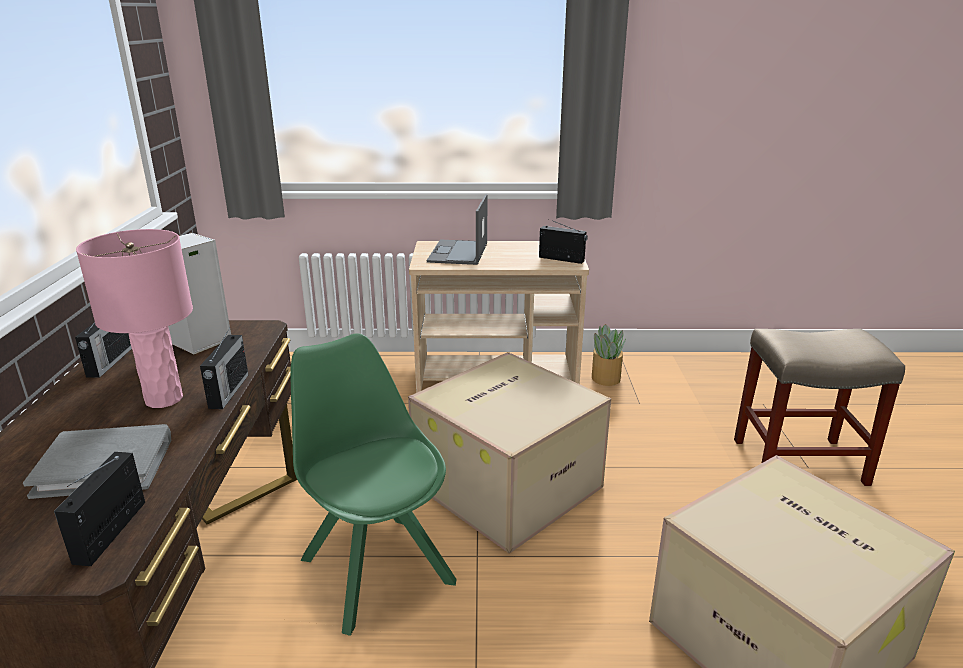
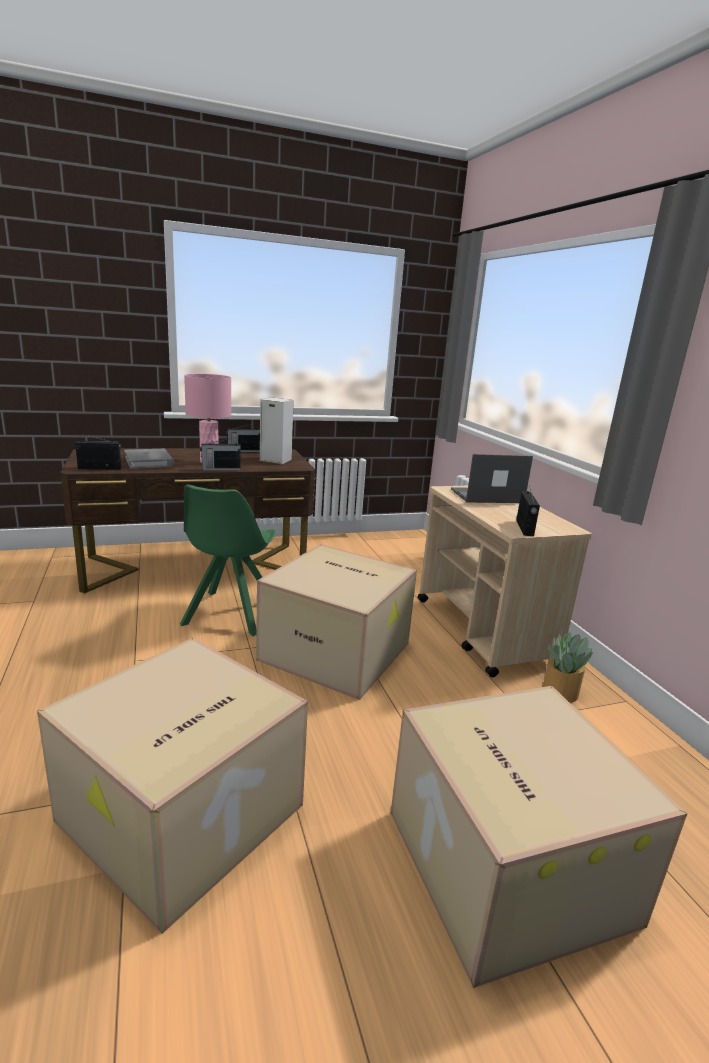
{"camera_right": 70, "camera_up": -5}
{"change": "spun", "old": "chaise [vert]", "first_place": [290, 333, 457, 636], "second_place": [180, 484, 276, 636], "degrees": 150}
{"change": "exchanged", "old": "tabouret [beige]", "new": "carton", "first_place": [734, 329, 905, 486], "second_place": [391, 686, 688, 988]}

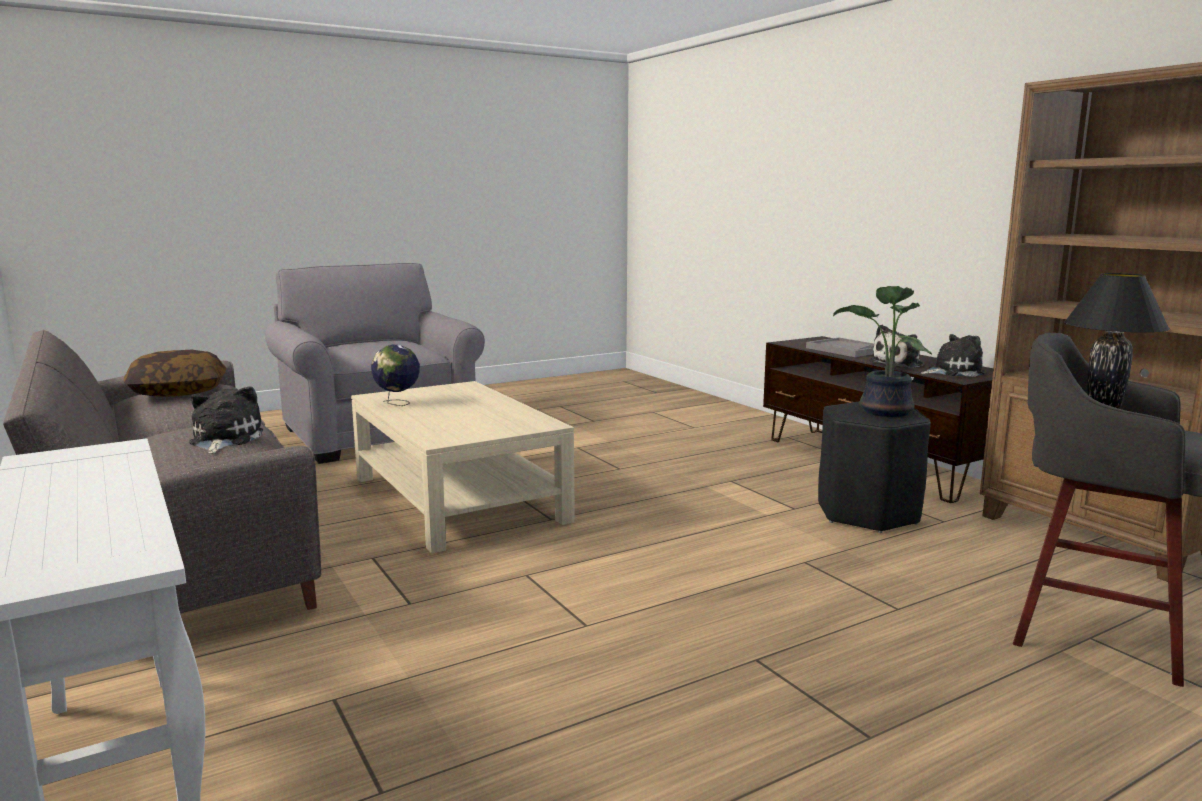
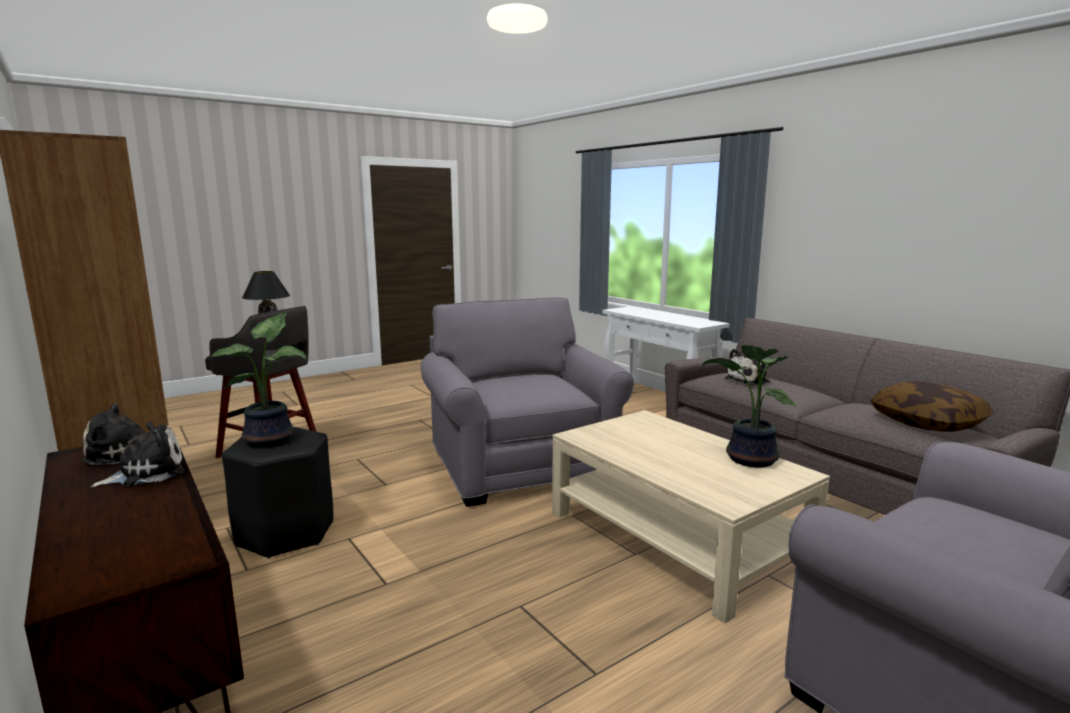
{"camera_right": 175, "camera_up": 0}
{"change": "appeared", "new": "fauteuil [gris]", "second_place": [421, 297, 634, 507]}
{"change": "exchanged", "old": "globe", "new": "plante en pot", "first_place": [371, 345, 420, 406], "second_place": [702, 345, 797, 468]}
{"change": "spun", "old": "peluche", "first_place": [189, 386, 263, 453], "second_place": [725, 349, 770, 385], "degrees": 60}
{"change": "missing", "old": "plateau [gris]", "first_place": [806, 337, 874, 357]}

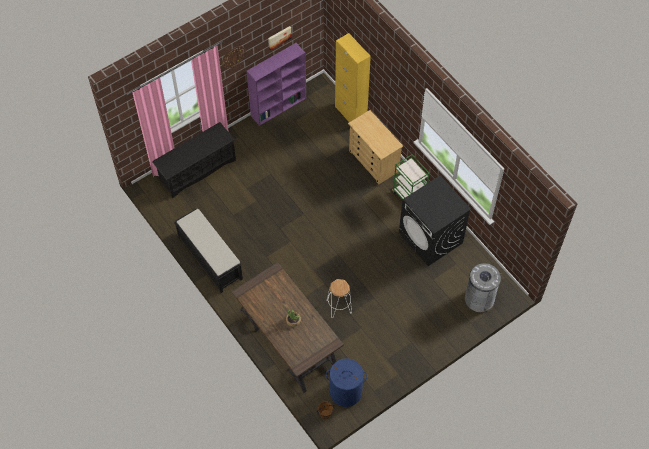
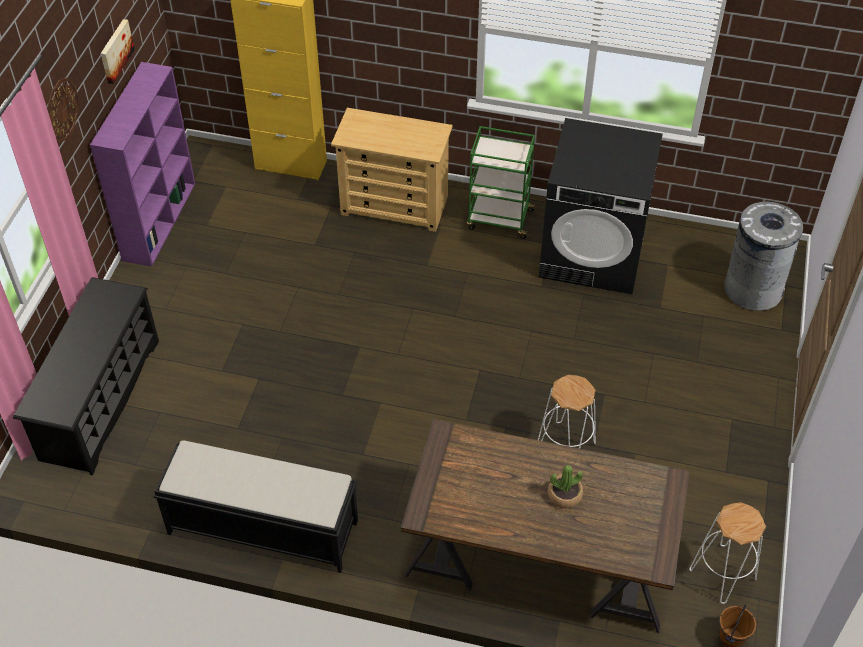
{"camera_right": -40, "camera_up": -10}
{"change": "exchanged", "old": "panier à linge [bleu]", "new": "tabouret [blanc]", "first_place": [326, 358, 368, 407], "second_place": [689, 502, 766, 604]}

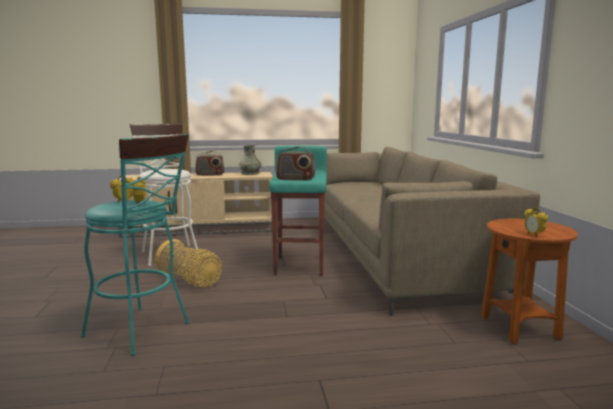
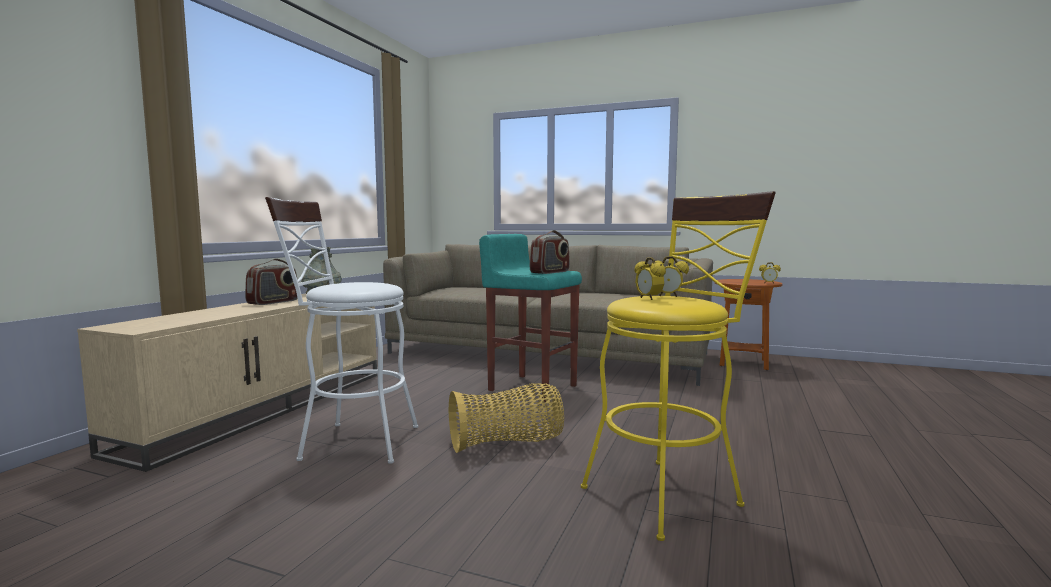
{"camera_right": -60, "camera_up": -5}
{"change": "colour", "old": "tabouret [turquoise]", "new": "tabouret [jaune]", "first_place": [81, 134, 190, 356], "second_place": [581, 191, 776, 541]}

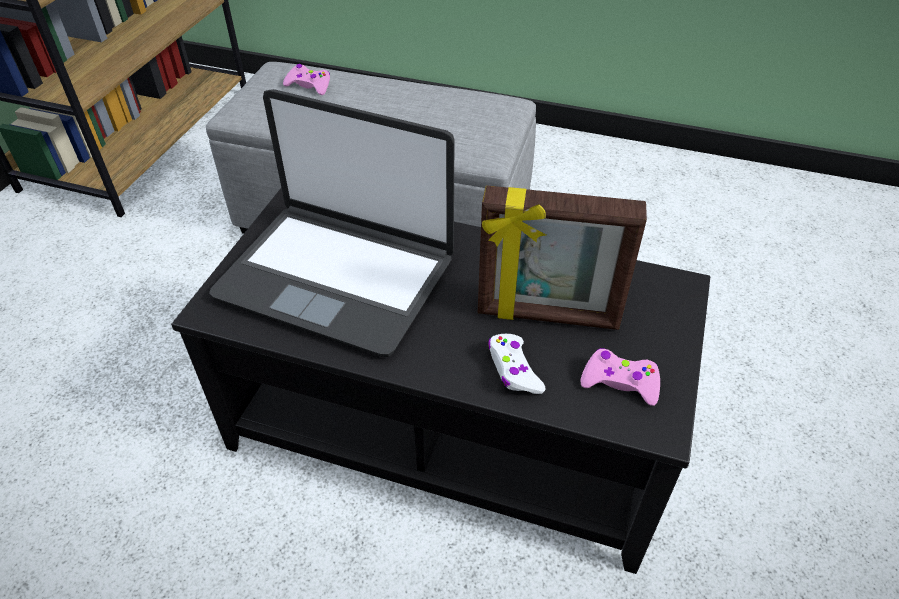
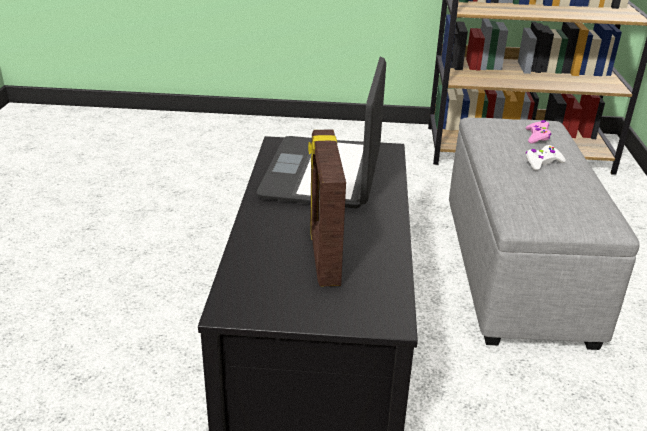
{"camera_right": 75, "camera_up": -15}
{"change": "relocated", "old": "manette [blanc]", "first_place": [488, 334, 546, 394], "second_place": [526, 145, 566, 171]}
{"change": "missing", "old": "manette [rose]", "first_place": [580, 348, 660, 406]}

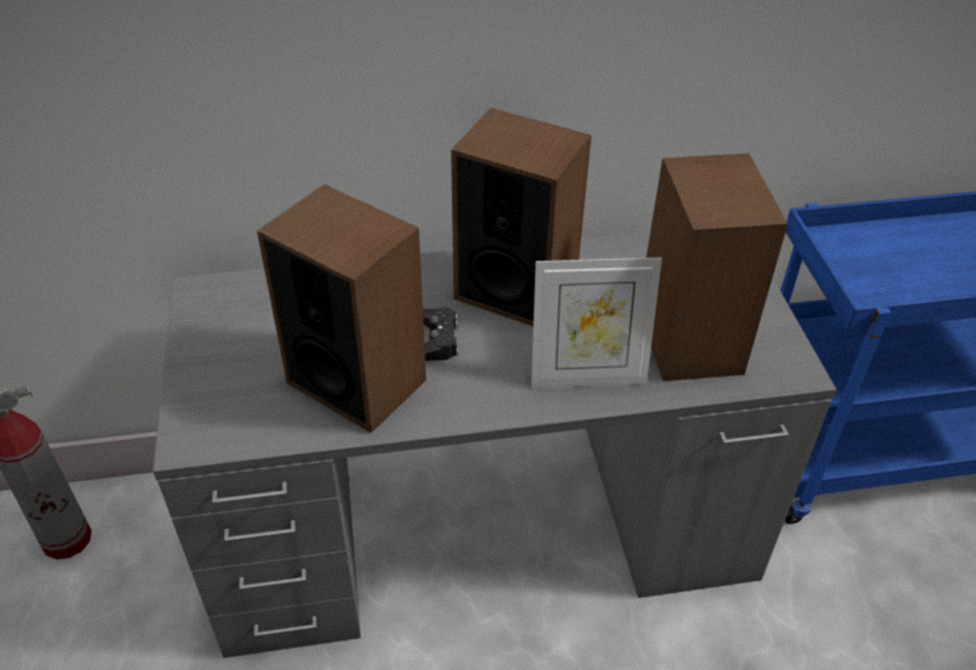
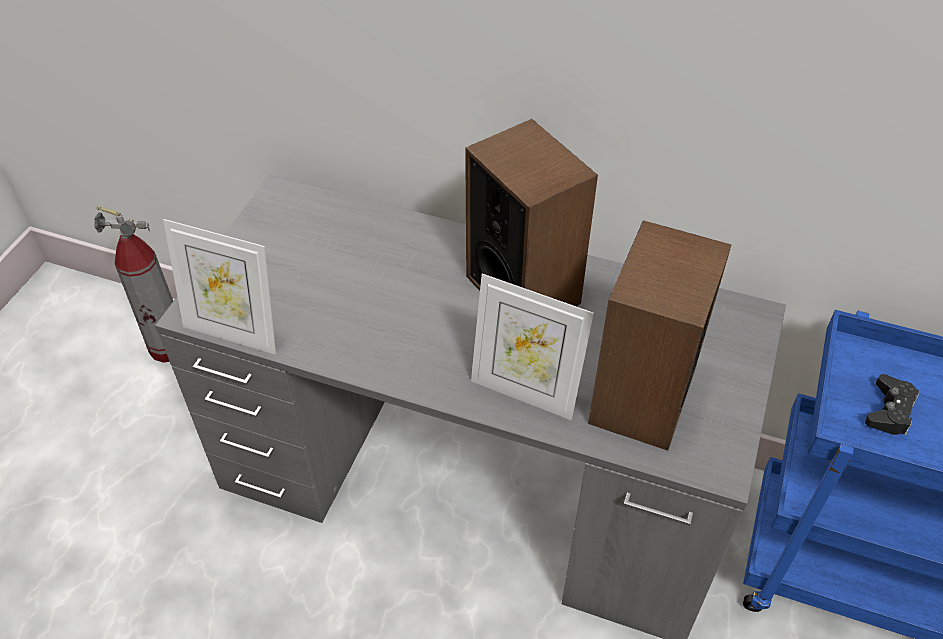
{"camera_right": 30, "camera_up": 5}
{"change": "appeared", "new": "cadre photo", "second_place": [163, 219, 276, 355]}
{"change": "relocated", "old": "manette [noir]", "first_place": [423, 307, 459, 361], "second_place": [865, 374, 919, 435]}
{"change": "missing", "old": "enceinte", "first_place": [257, 184, 426, 433]}

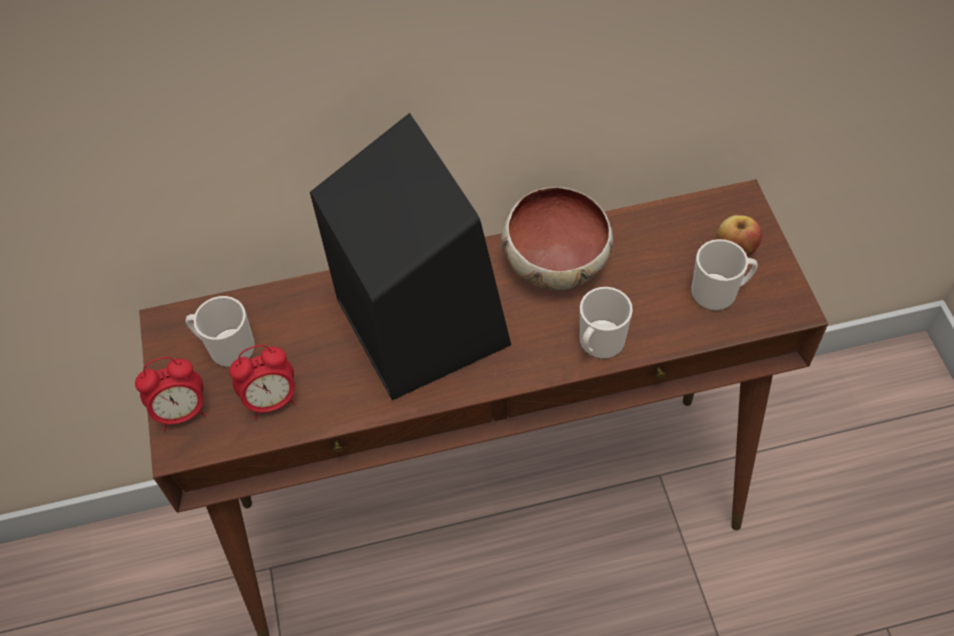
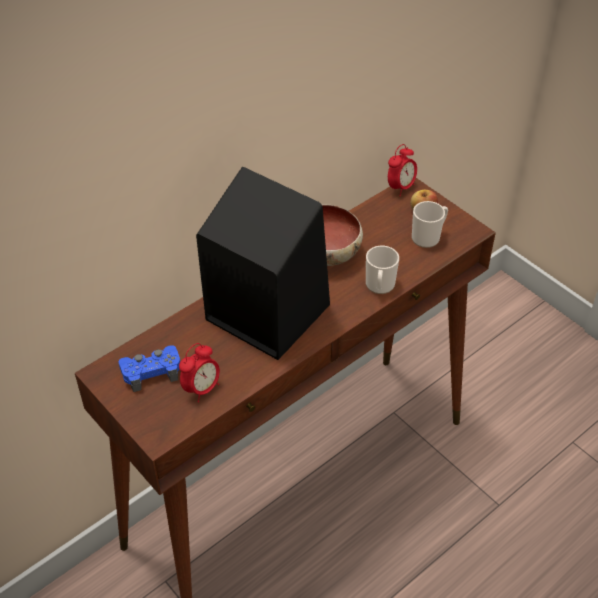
{"camera_right": -30, "camera_up": -10}
{"change": "exchanged", "old": "mug", "new": "manette [bleu]", "first_place": [186, 296, 255, 367], "second_place": [118, 345, 180, 392]}
{"change": "relocated", "old": "réveil", "first_place": [135, 357, 206, 431], "second_place": [388, 144, 417, 197]}

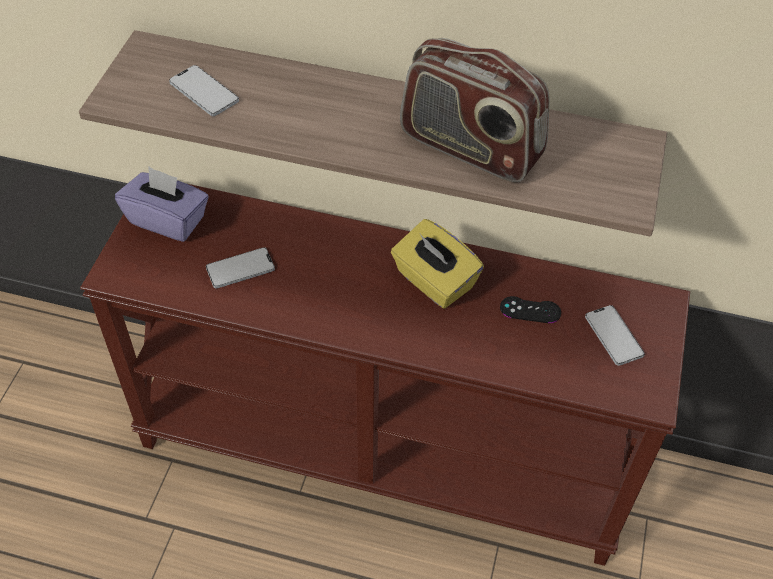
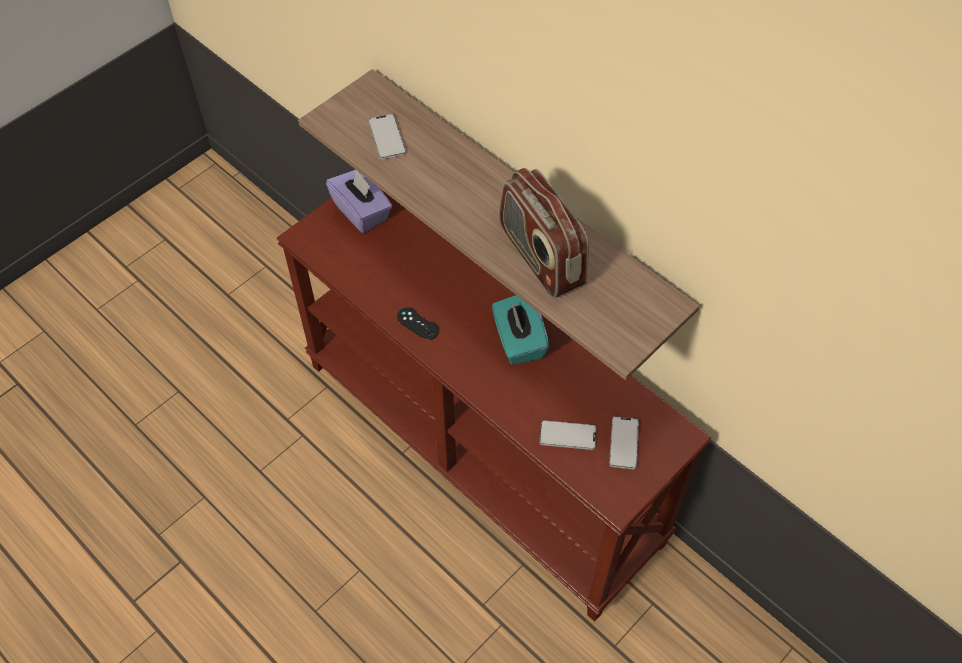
{"camera_right": 30, "camera_up": 5}
{"change": "relocated", "old": "manette [noir]", "first_place": [500, 296, 561, 323], "second_place": [397, 307, 439, 340]}
{"change": "colour", "old": "boîte à mouchoirs [jaune]", "new": "boîte à mouchoirs [turquoise]", "first_place": [391, 219, 484, 308], "second_place": [492, 295, 549, 365]}
{"change": "relocated", "old": "téléphone", "first_place": [206, 247, 275, 288], "second_place": [539, 420, 596, 450]}

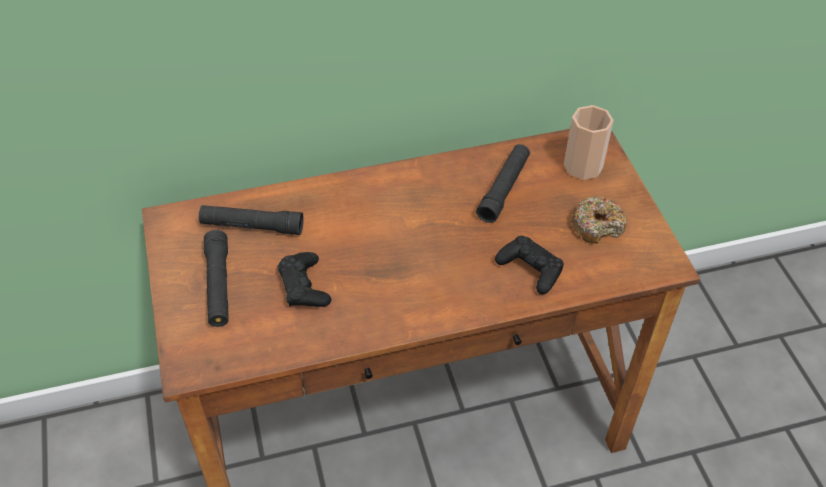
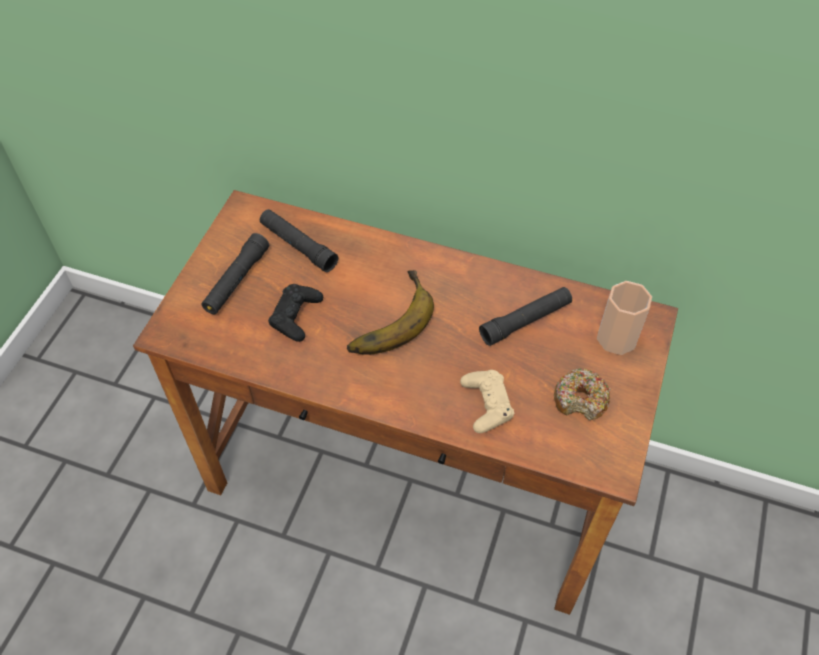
{"camera_right": 35, "camera_up": 5}
{"change": "appeared", "new": "banane", "second_place": [347, 270, 434, 355]}
{"change": "colour", "old": "manette [noir]", "new": "manette [beige]", "first_place": [495, 236, 564, 294], "second_place": [460, 370, 514, 433]}

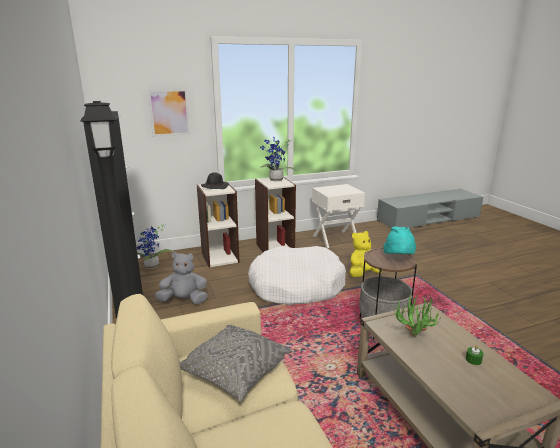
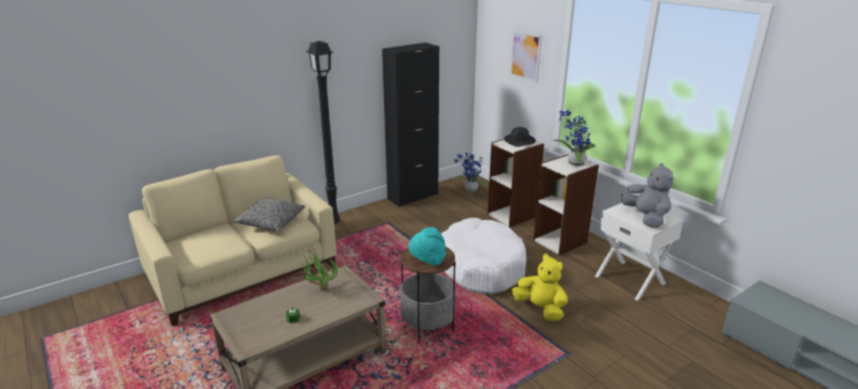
{"camera_right": 75, "camera_up": 5}
{"change": "relocated", "old": "peluche [gris]", "first_place": [155, 252, 208, 304], "second_place": [621, 163, 673, 228]}

